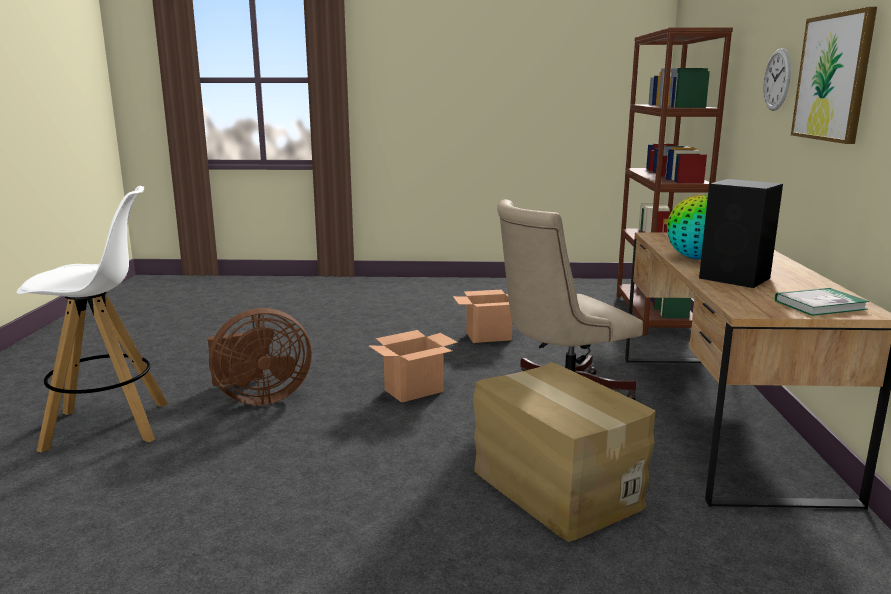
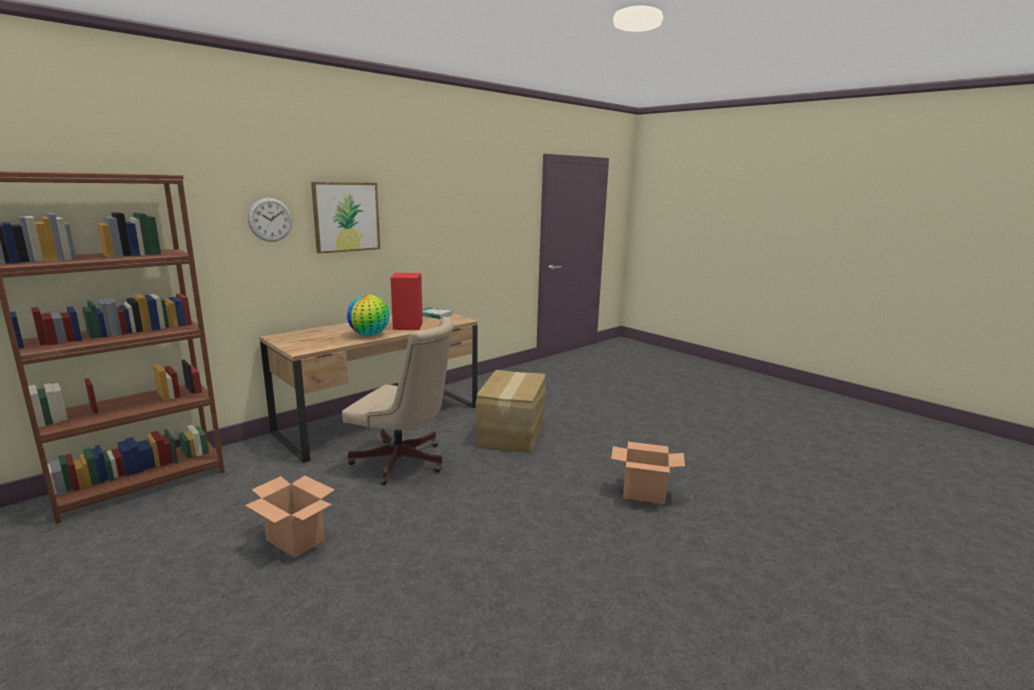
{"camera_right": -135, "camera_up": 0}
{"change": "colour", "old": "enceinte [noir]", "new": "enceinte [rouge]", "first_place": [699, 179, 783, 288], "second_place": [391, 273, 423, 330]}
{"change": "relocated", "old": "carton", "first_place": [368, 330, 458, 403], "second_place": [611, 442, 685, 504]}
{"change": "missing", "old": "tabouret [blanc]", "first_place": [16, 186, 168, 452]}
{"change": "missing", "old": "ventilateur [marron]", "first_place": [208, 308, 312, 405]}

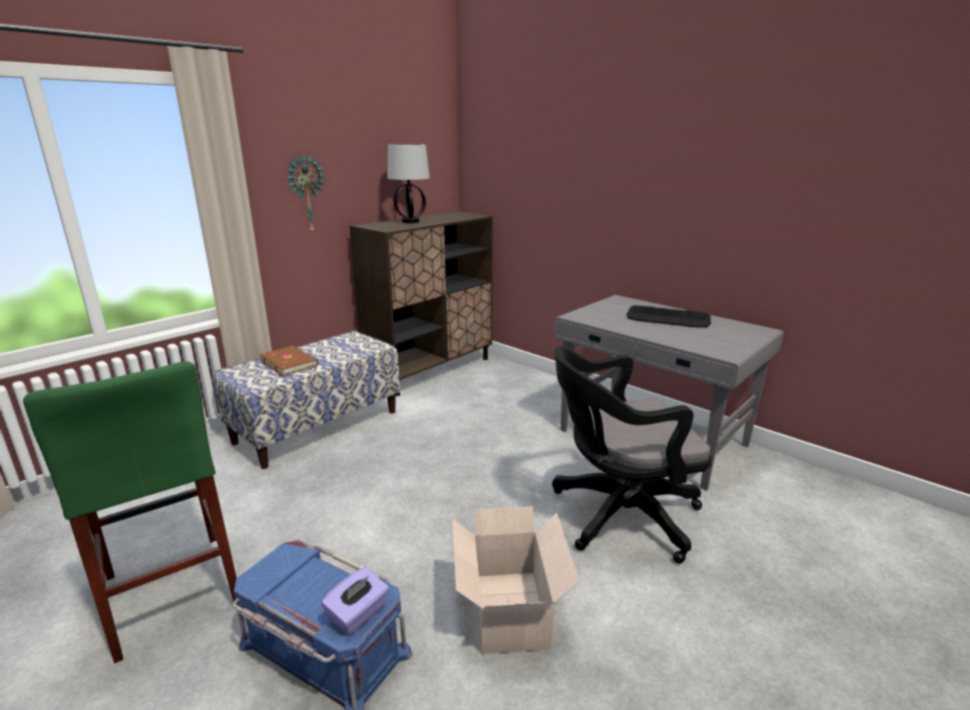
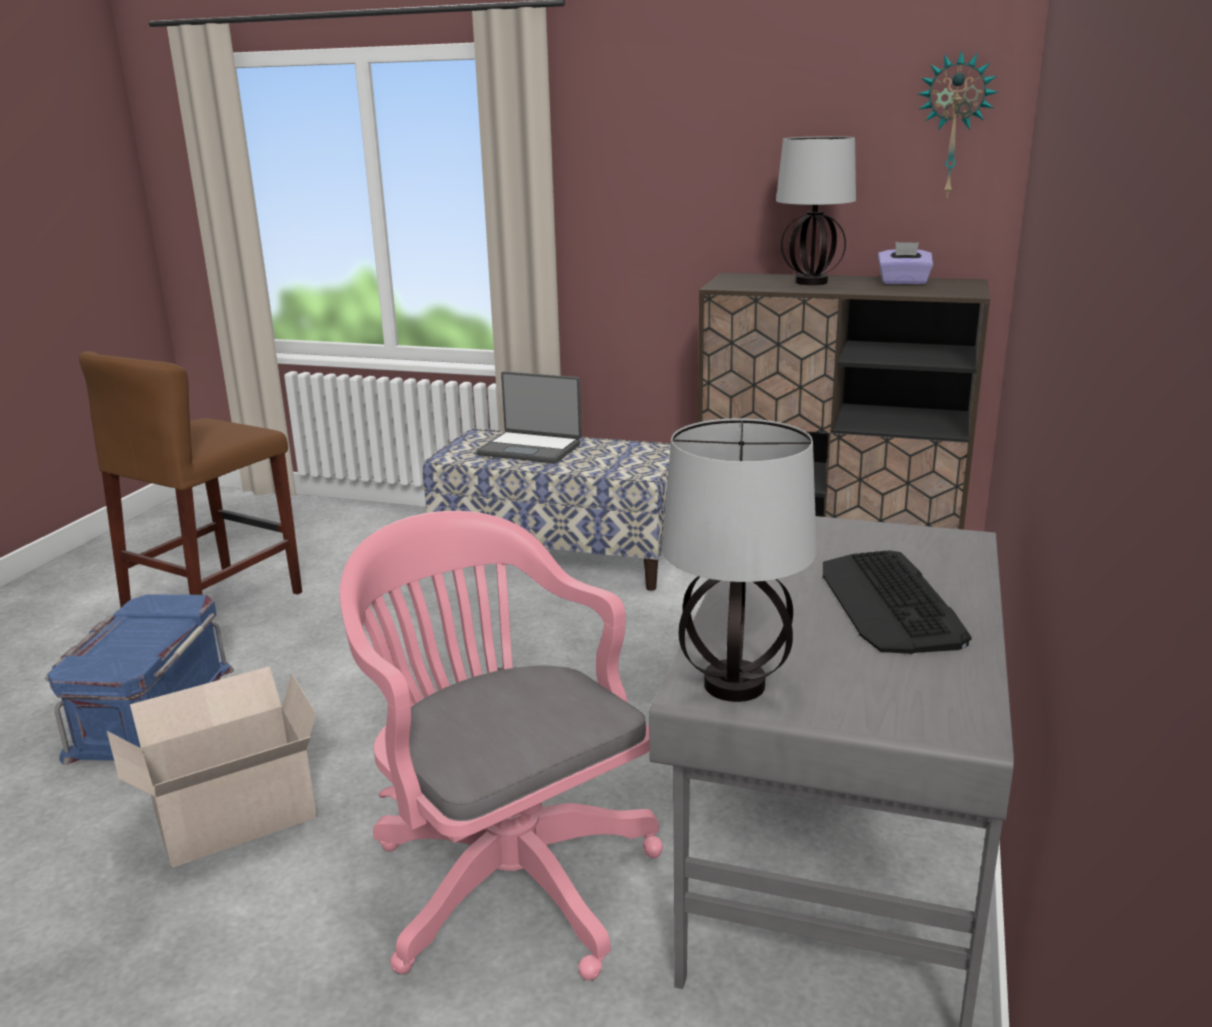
{"camera_right": 65, "camera_up": 0}
{"change": "colour", "old": "tabouret [vert]", "new": "tabouret [marron]", "first_place": [23, 361, 243, 663], "second_place": [79, 351, 302, 607]}
{"change": "colour", "old": "chaise de bureau [noir]", "new": "chaise de bureau [rose]", "first_place": [552, 346, 712, 564], "second_place": [339, 511, 663, 981]}
{"change": "exchanged", "old": "livre [marron]", "new": "ordinateur portable", "first_place": [259, 346, 318, 376], "second_place": [477, 371, 582, 463]}
{"change": "appeared", "new": "lampe de table", "second_place": [662, 418, 817, 702]}
{"change": "relocated", "old": "boîte à mouchoirs [violet]", "first_place": [321, 567, 389, 635], "second_place": [878, 242, 933, 285]}
{"change": "relocated", "old": "horloge murale", "first_place": [286, 153, 324, 235], "second_place": [918, 50, 998, 198]}

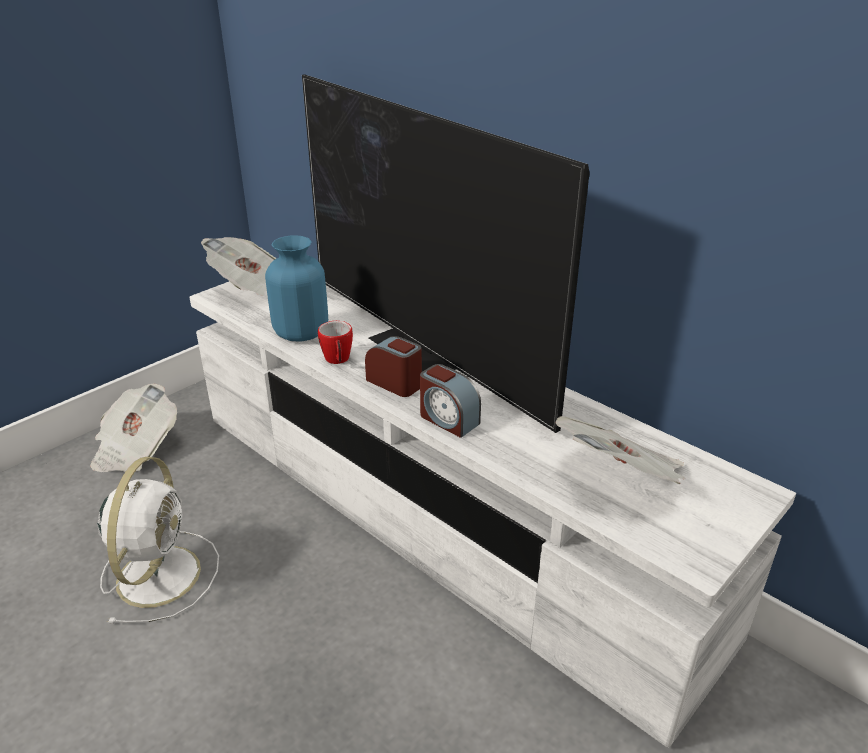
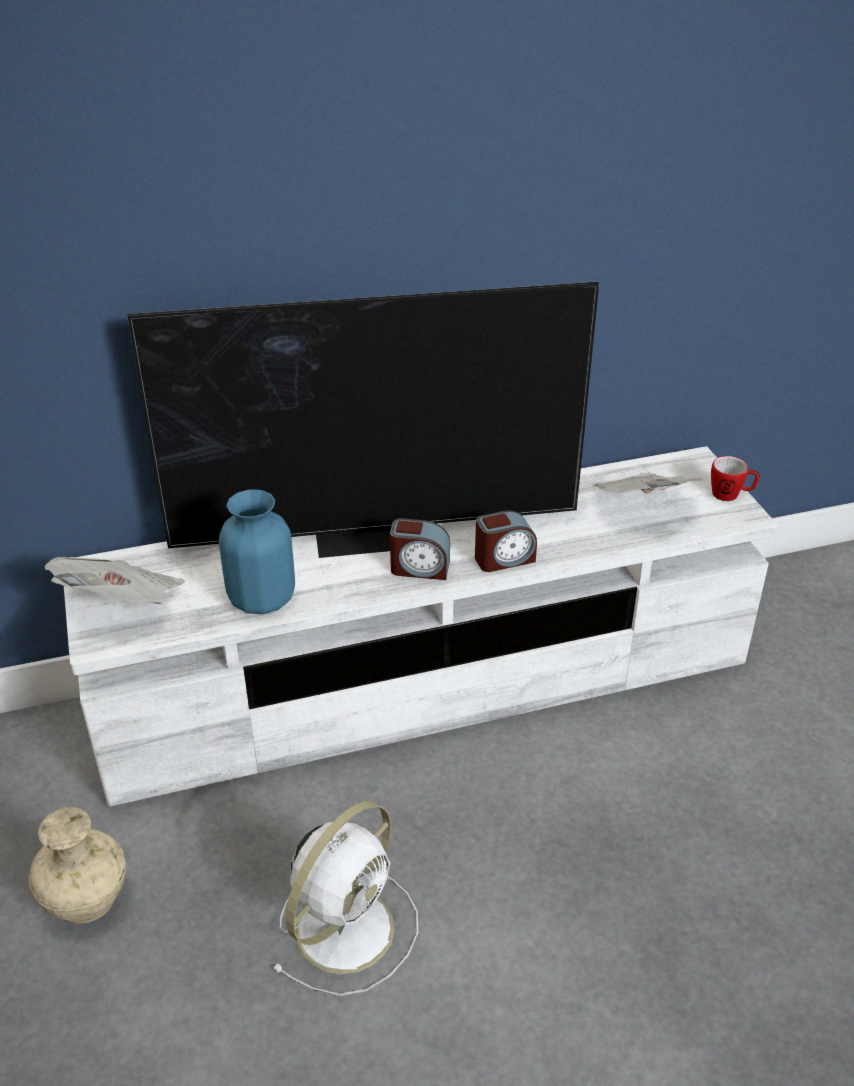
{"camera_right": -60, "camera_up": 5}
{"change": "exchanged", "old": "journal", "new": "vase [beige]", "first_place": [90, 384, 177, 472], "second_place": [29, 807, 126, 924]}
{"change": "spun", "old": "ventilateur [blanc]", "first_place": [97, 457, 219, 624], "second_place": [272, 801, 418, 996], "degrees": 90}
{"change": "spun", "old": "réveil", "first_place": [365, 336, 422, 397], "second_place": [390, 518, 450, 580], "degrees": -150}
{"change": "relocated", "old": "mug", "first_place": [318, 321, 353, 364], "second_place": [711, 456, 760, 501]}

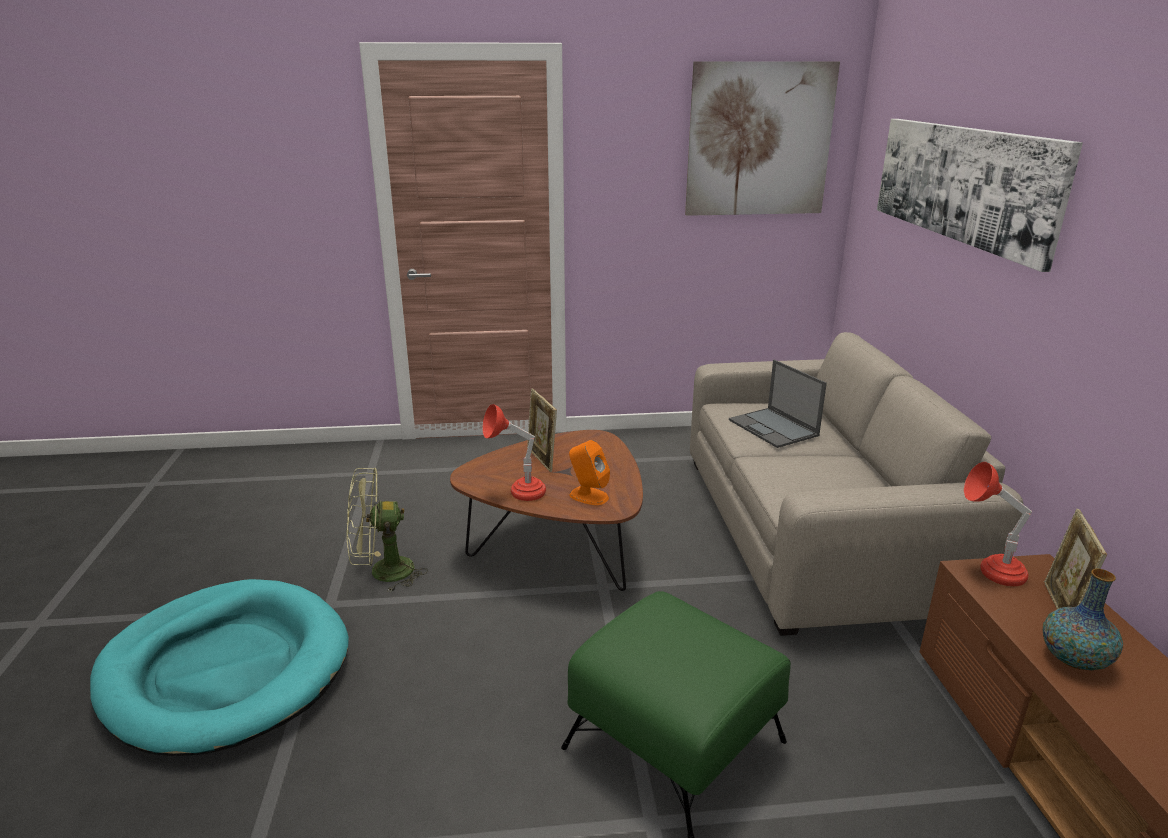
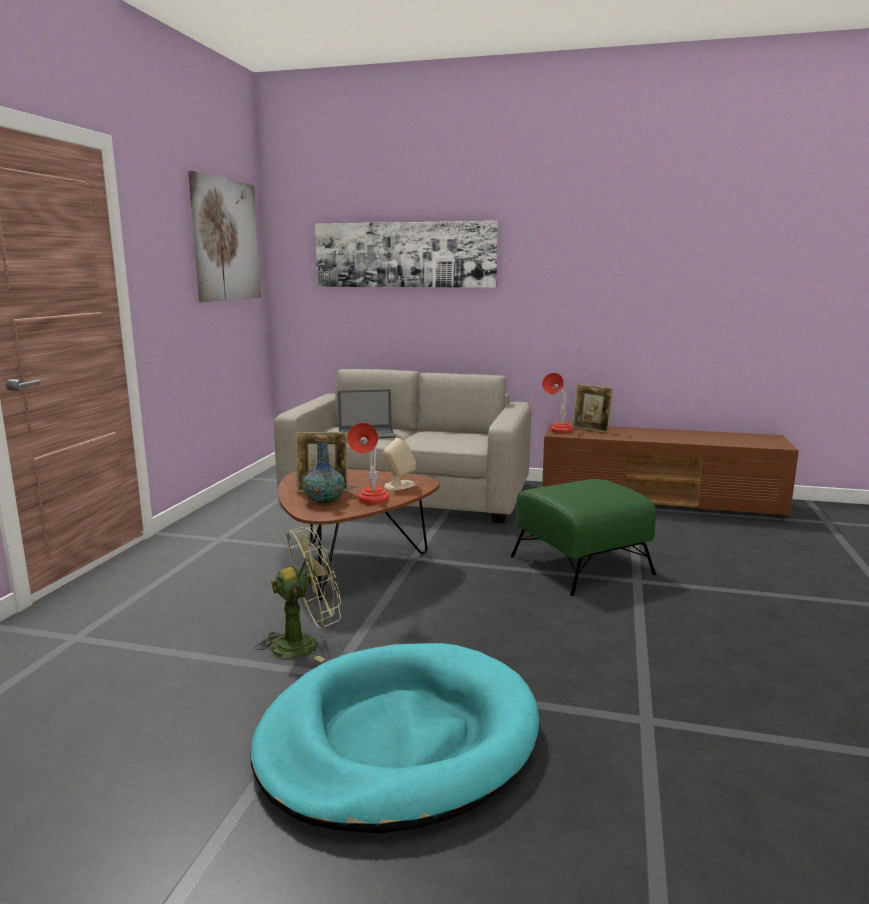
{"camera_right": -70, "camera_up": -10}
{"change": "spun", "old": "ventilateur [vert]", "first_place": [347, 468, 428, 592], "second_place": [255, 527, 342, 662], "degrees": -120}
{"change": "relocated", "old": "vase", "first_place": [1043, 568, 1123, 670], "second_place": [303, 438, 345, 504]}
{"change": "colour", "old": "enceinte [orange]", "new": "enceinte [beige]", "first_place": [569, 440, 610, 505], "second_place": [383, 438, 416, 490]}

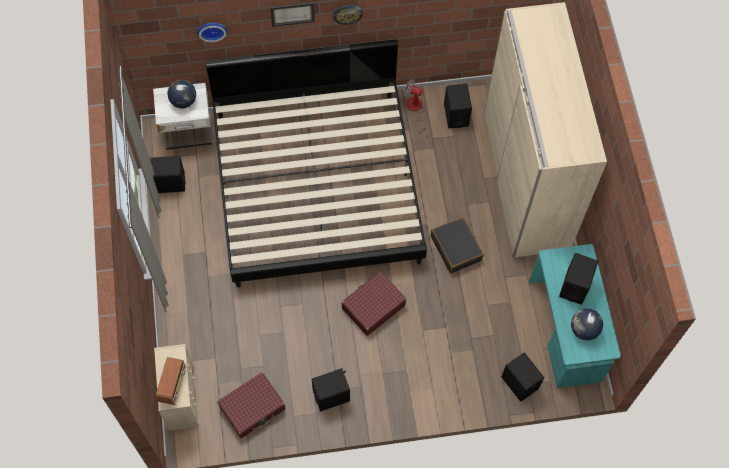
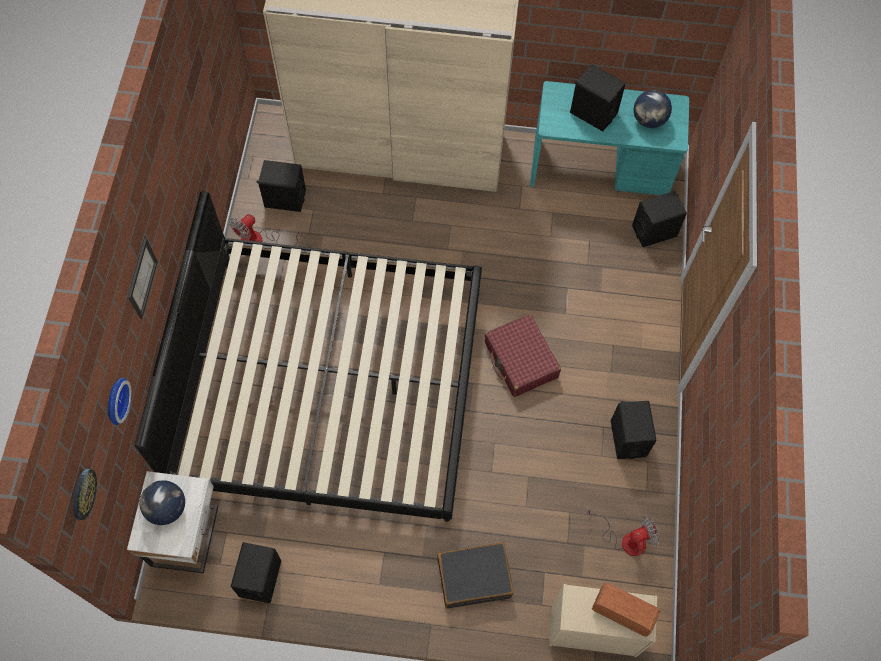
{"camera_right": -75, "camera_up": 0}
{"change": "relocated", "old": "horloge murale", "first_place": [333, 5, 363, 25], "second_place": [73, 469, 97, 520]}
{"change": "relocated", "old": "valise [noir]", "first_place": [431, 217, 484, 274], "second_place": [437, 542, 514, 608]}
{"change": "exchanged", "old": "valise [rouge]", "new": "ventilateur", "first_place": [217, 372, 285, 438], "second_place": [585, 508, 660, 556]}

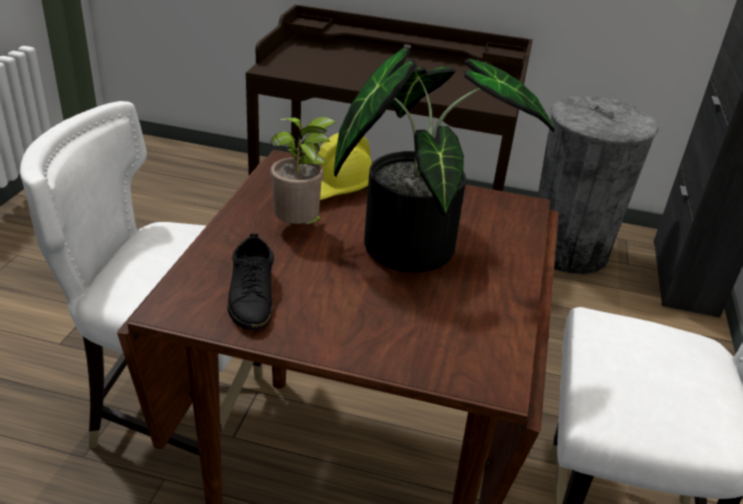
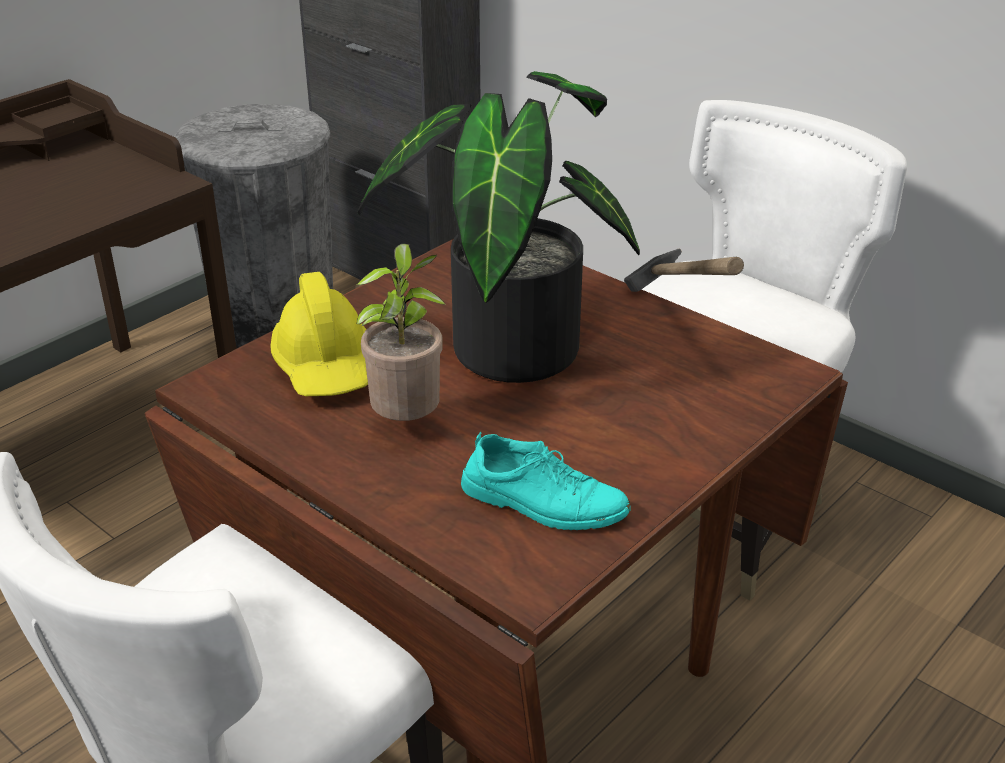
{"camera_right": -60, "camera_up": 0}
{"change": "colour", "old": "chaussure [noir]", "new": "chaussure [turquoise]", "first_place": [228, 234, 274, 330], "second_place": [461, 432, 631, 530]}
{"change": "appeared", "new": "marteau", "second_place": [624, 249, 744, 292]}

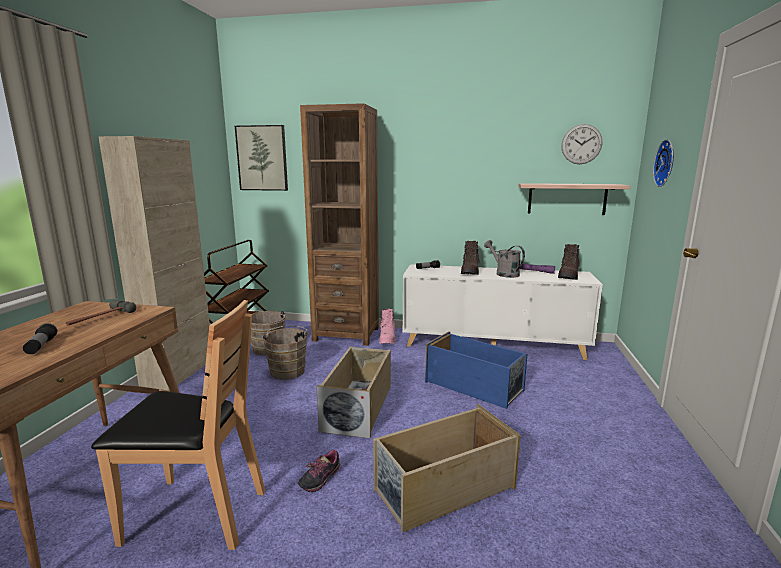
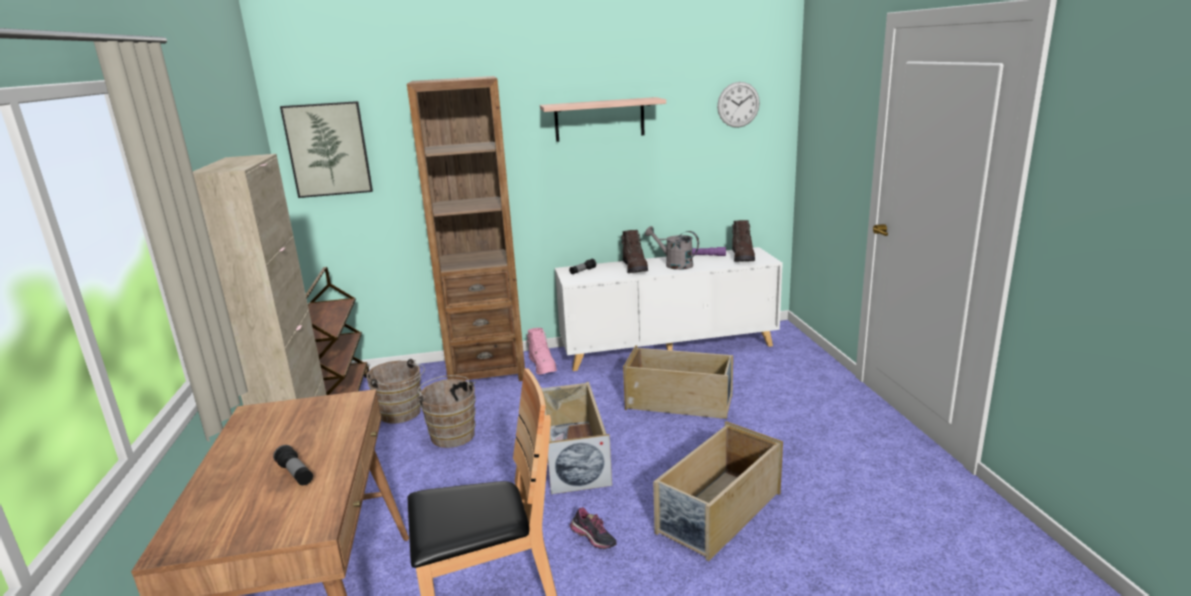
{"camera_right": -20, "camera_up": 5}
{"change": "relocated", "old": "étagère", "first_place": [518, 183, 630, 215], "second_place": [540, 97, 666, 142]}
{"change": "spun", "old": "chaussure", "first_place": [298, 450, 340, 492], "second_place": [570, 507, 616, 549], "degrees": -60}
{"change": "colour", "old": "boîte de rangement [bleu]", "new": "boîte de rangement [beige]", "first_place": [425, 331, 527, 409], "second_place": [623, 345, 733, 419]}
{"change": "missing", "old": "marteau", "first_place": [66, 300, 136, 325]}
{"change": "missing", "old": "horloge murale", "first_place": [653, 139, 674, 187]}

